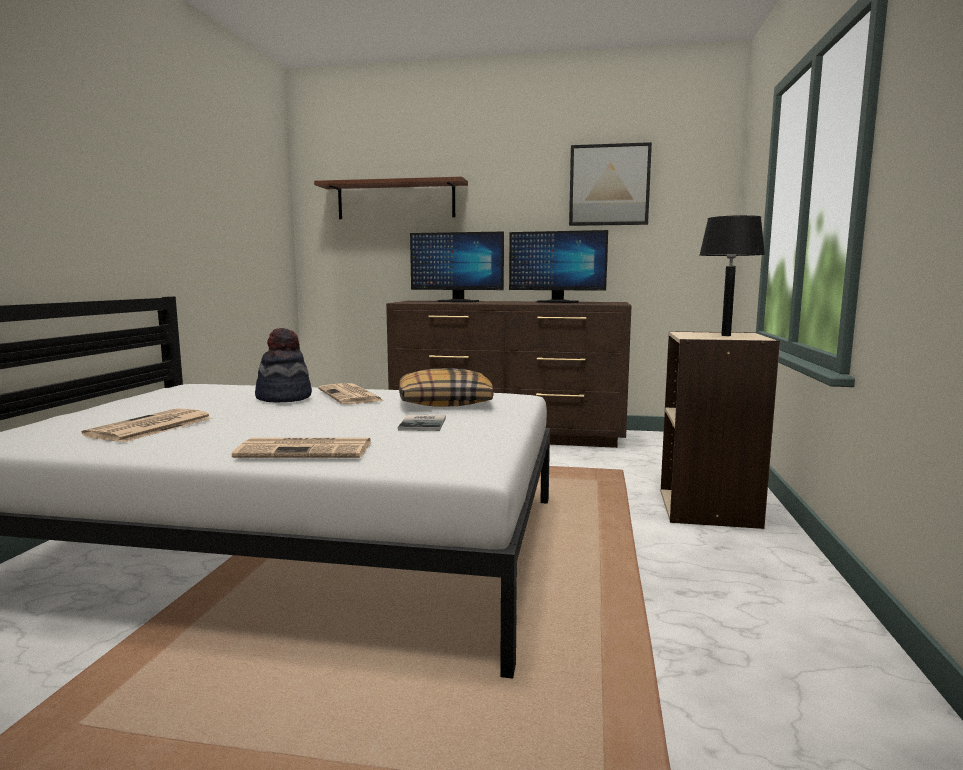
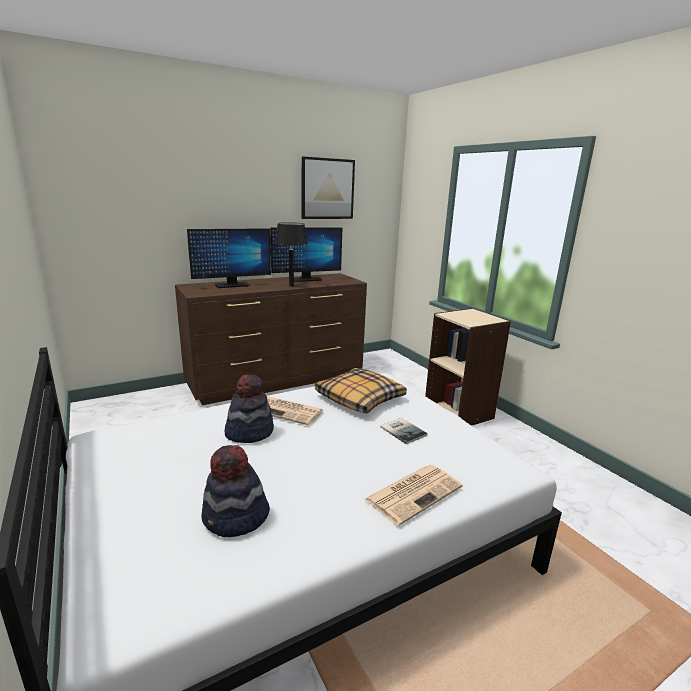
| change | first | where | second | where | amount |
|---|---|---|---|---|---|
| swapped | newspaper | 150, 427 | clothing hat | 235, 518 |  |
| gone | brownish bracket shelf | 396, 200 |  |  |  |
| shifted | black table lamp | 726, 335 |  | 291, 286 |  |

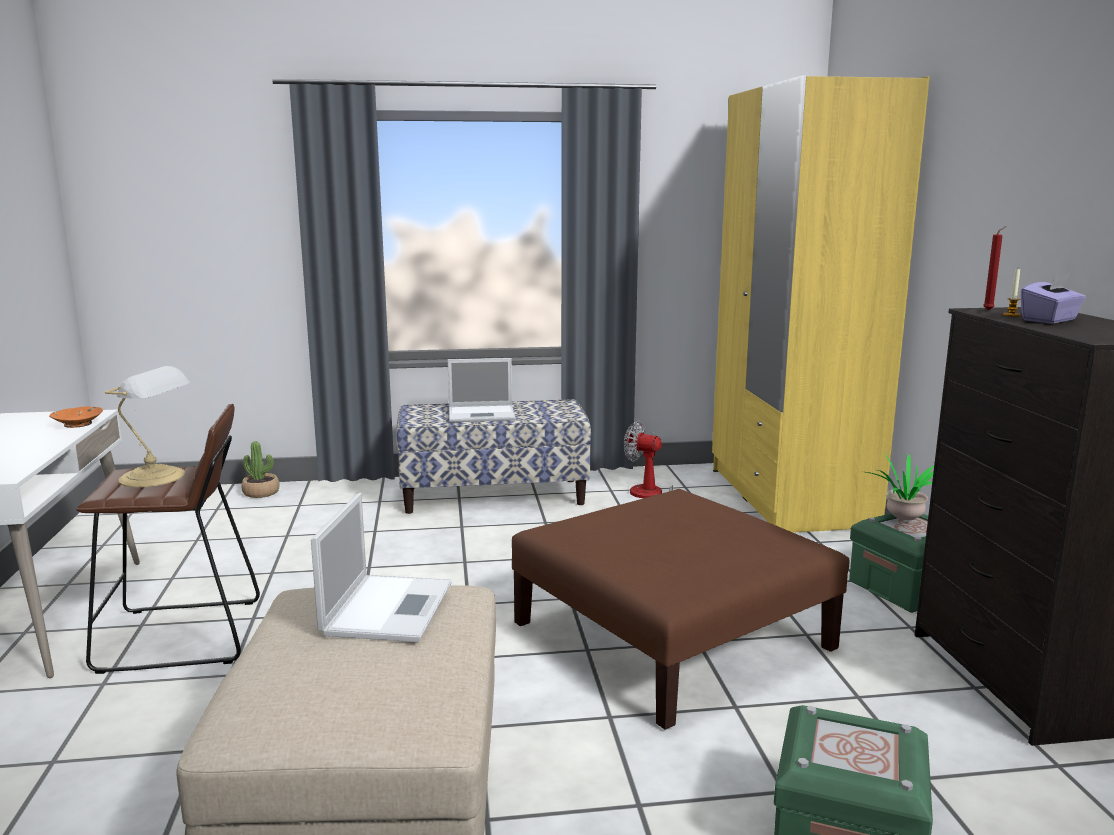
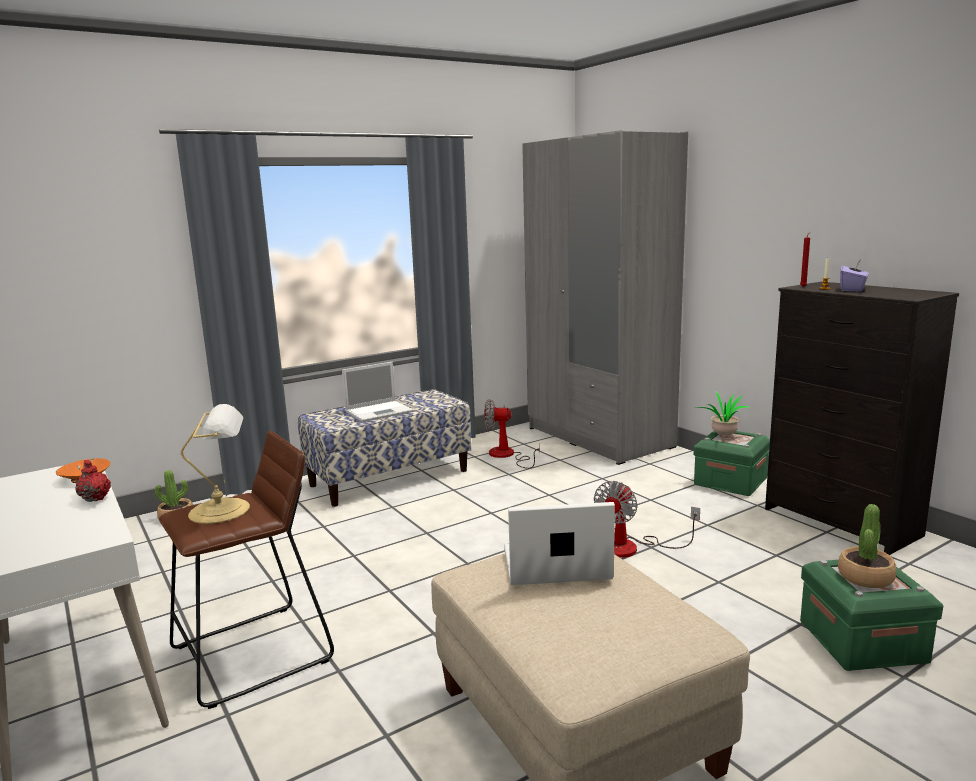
| change | first | where | second | where | amount |
|---|---|---|---|---|---|
| rotated | laptop | 388, 607 |  | 553, 564 | 75 degrees counterclockwise |
| swapped | brownish pouffe | 673, 636 | electric fan | 632, 547 |  |
| repainted | yellow-coloured wardrobe | 789, 497 | grey wardrobe | 599, 437 |  |
| new |  |  | red pot for tea | 95, 498 |  |
| new |  |  | plant in a pot | 865, 577 |  |

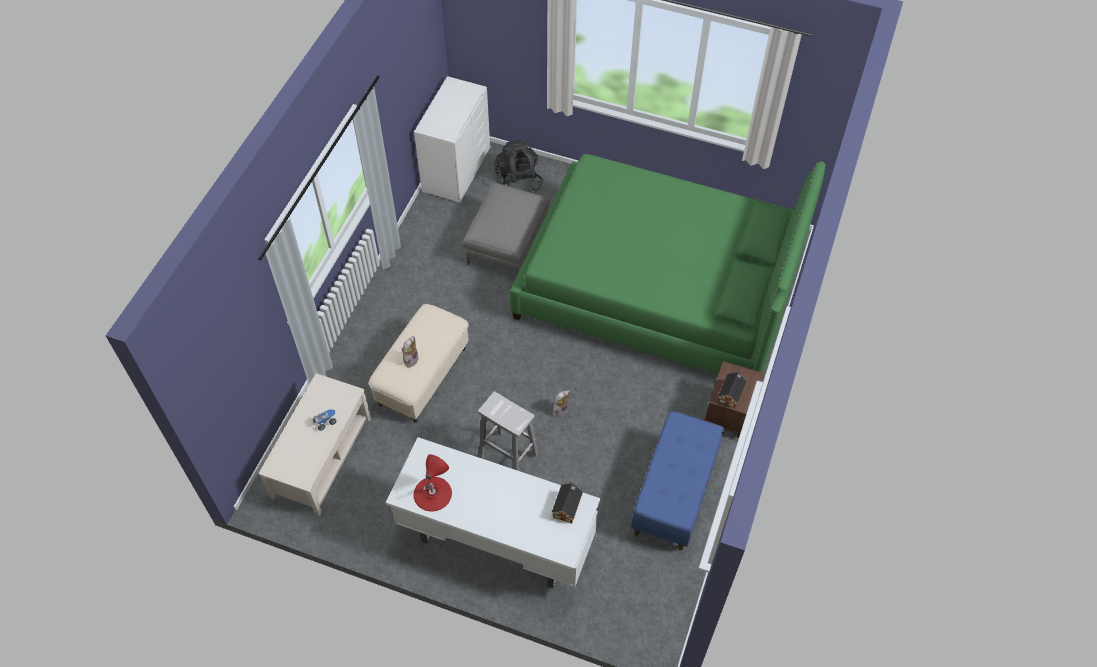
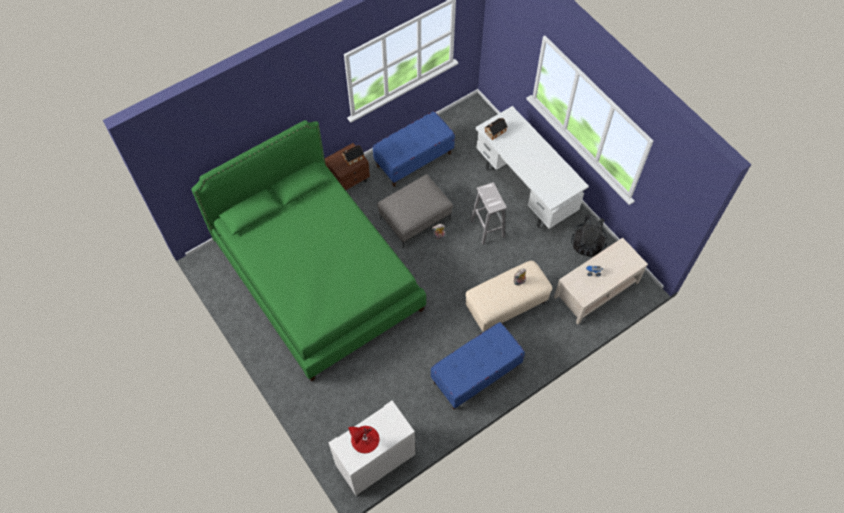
| change | first | where | second | where | amount |
|---|---|---|---|---|---|
| shifted | red table lamp | 432, 493 |  | 365, 439 |  |
| shifted | grey pouffe | 508, 244 |  | 415, 218 |  |
| shifted | black knapsack | 518, 181 |  | 587, 243 |  |
| new |  |  | blue-coloured bench | 476, 374 |  |

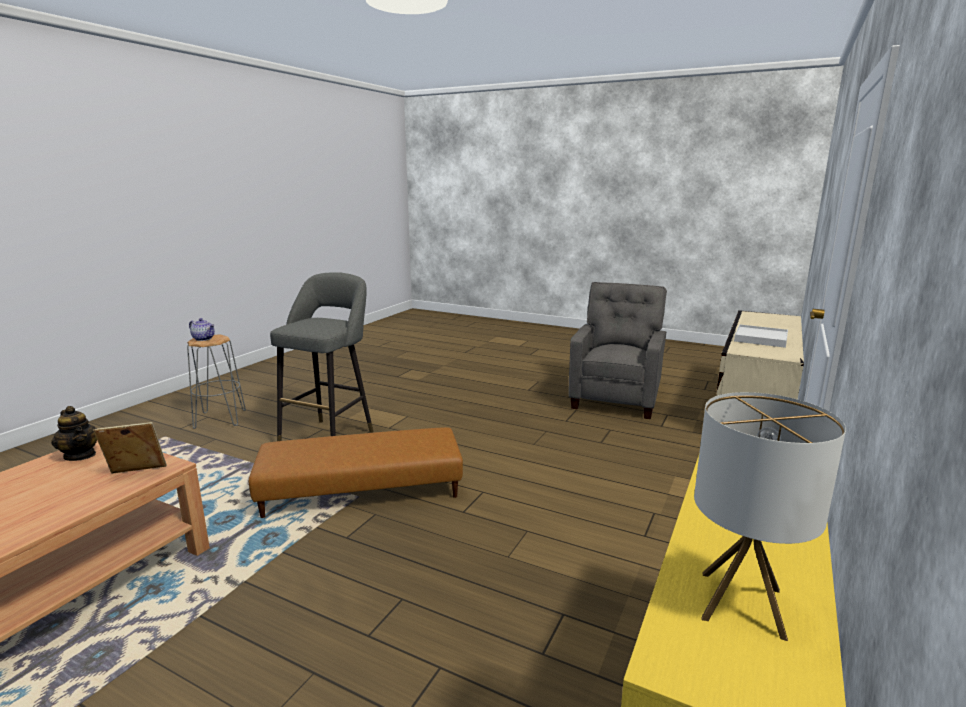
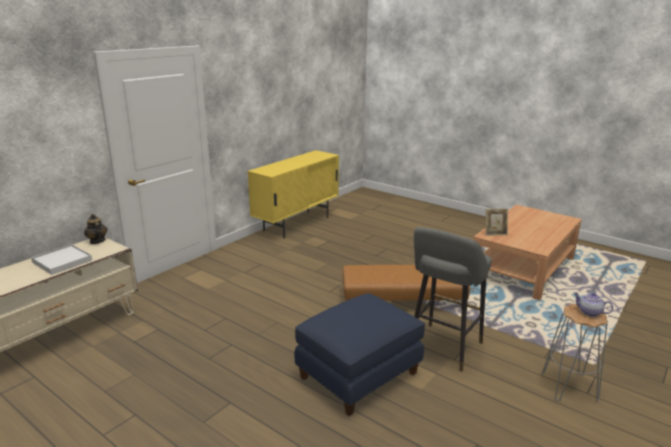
| change | first | where | second | where | amount |
|---|---|---|---|---|---|
| shifted | pot for tea | 80, 455 |  | 97, 241 |  |
| gone | grey armchair | 616, 398 |  |  |  |
| gone | table lamp | 741, 604 |  |  |  |
| new |  |  | blue-coloured pouffe | 358, 374 |  |

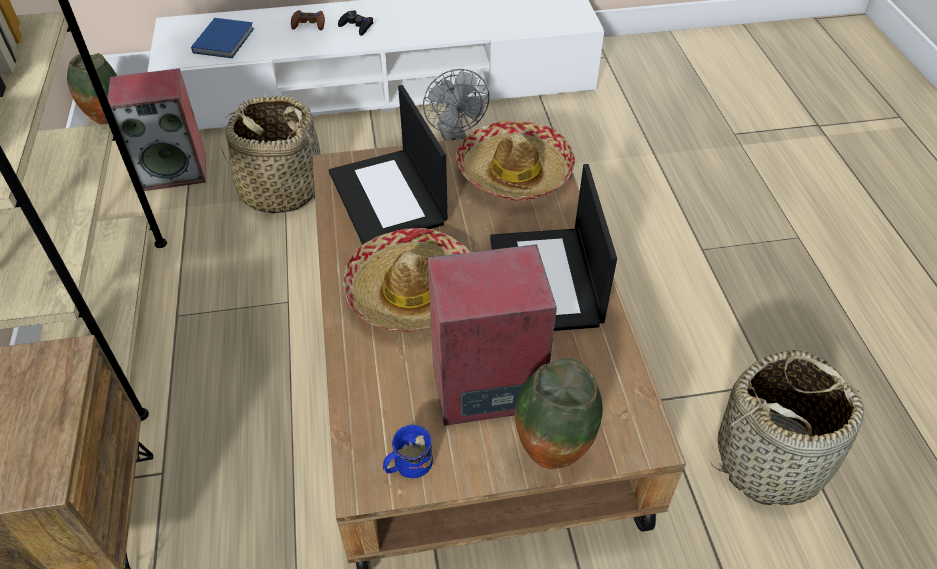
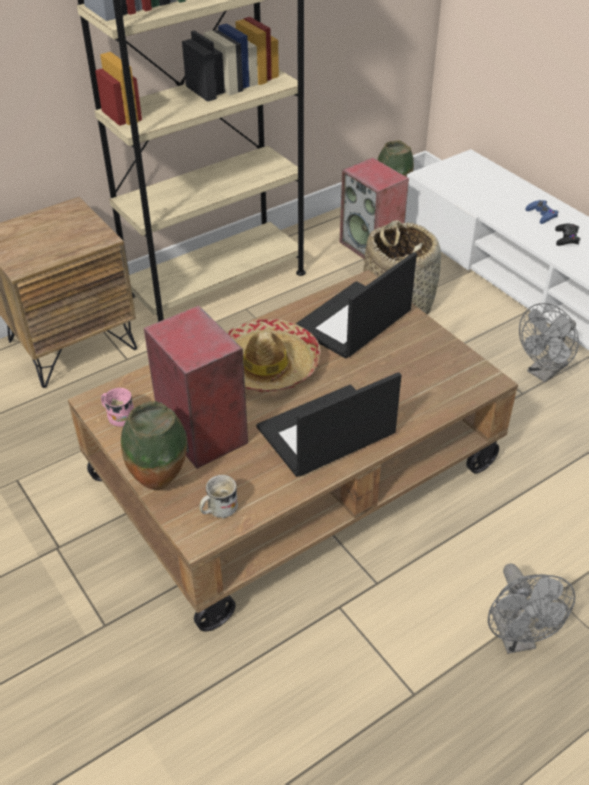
| change | first | where | second | where | amount |
|---|---|---|---|---|---|
| gone | blue-coloured book | 225, 40 |  |  |  |
| repainted | brownish joypad | 309, 24 | blue-coloured joypad | 541, 215 |  |
| repainted | blue-coloured coffee mug | 407, 465 | pinkish coffee mug | 118, 416 |  |
| gone | clothing hat | 514, 173 |  |  |  |
| gone | storage basket | 770, 459 |  |  |  |
| new |  |  | white-coloured coffee mug | 218, 510 |  |
| new |  |  | grey electric fan | 516, 638 |  |

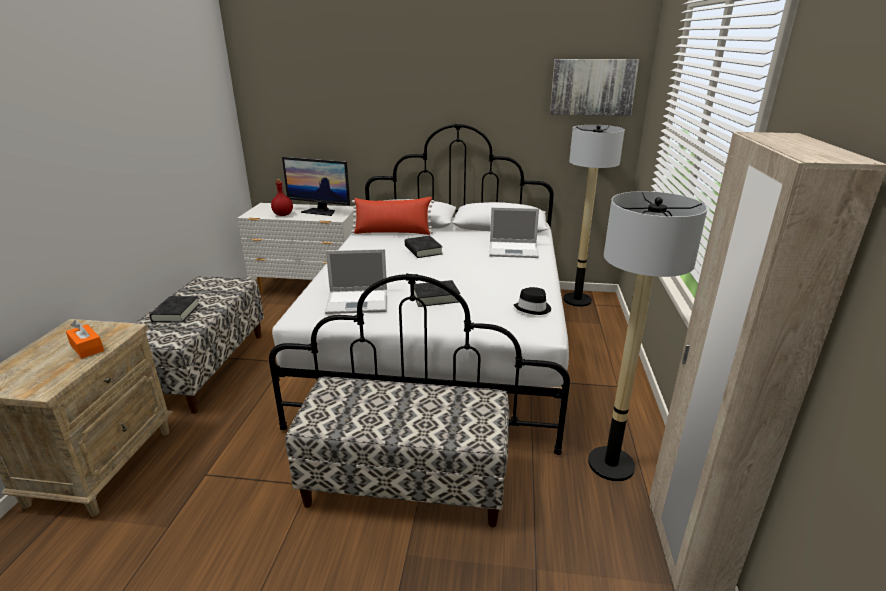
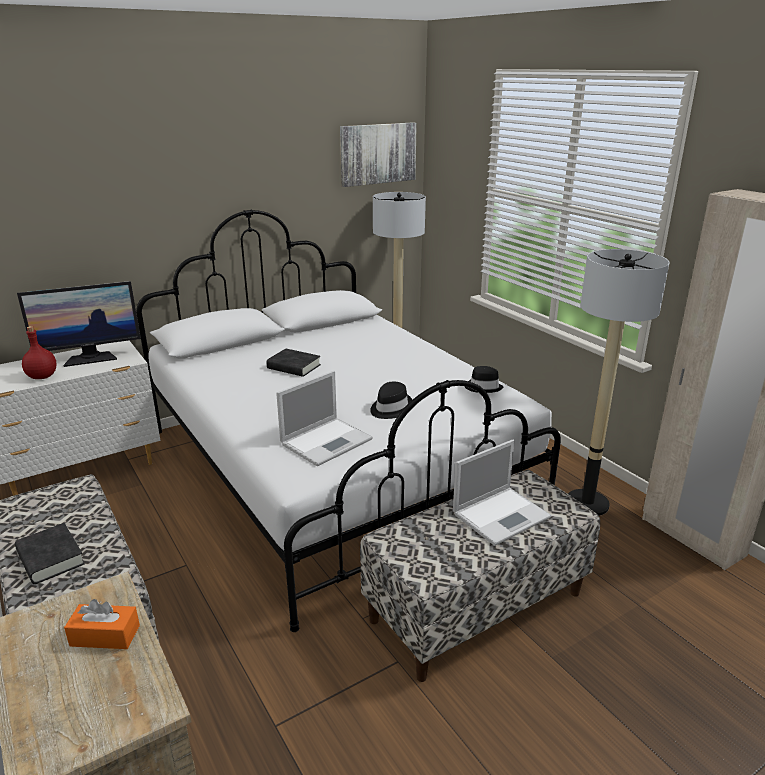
| change | first | where | second | where | amount |
|---|---|---|---|---|---|
| gone | red throw pillow | 393, 232 |  |  |  |
| swapped | black book | 435, 297 | black clothing hat | 390, 408 |  |
| shifted | laptop | 514, 250 |  | 502, 515 |  |

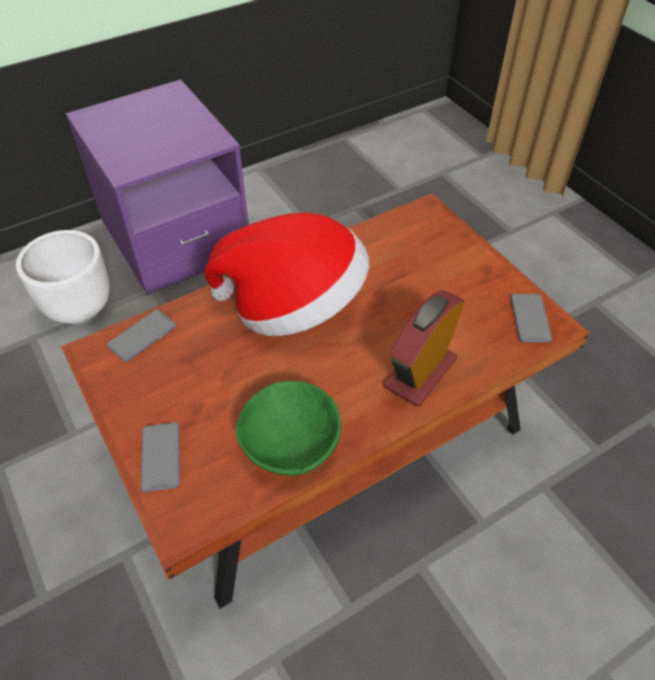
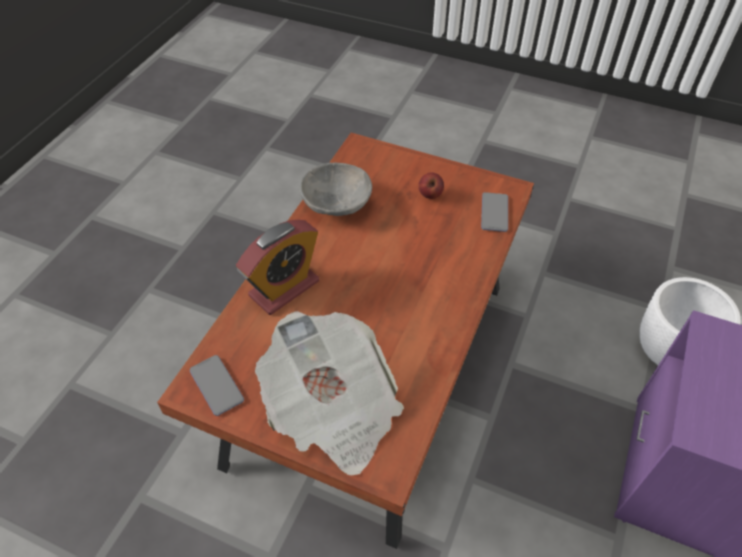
| change | first | where | second | where | amount |
|---|---|---|---|---|---|
| gone | telephone | 161, 457 |  |  |  |
| gone | clothing hat | 294, 305 |  |  |  |
| repainted | greenish serving bowl | 291, 442 | grey serving bowl | 337, 206 |  |
| rotated | alarm clock | 420, 373 |  | 284, 288 | 45 degrees clockwise |
| new |  |  | newspaper | 333, 409 |  |
| new |  |  | apple | 430, 195 |  |

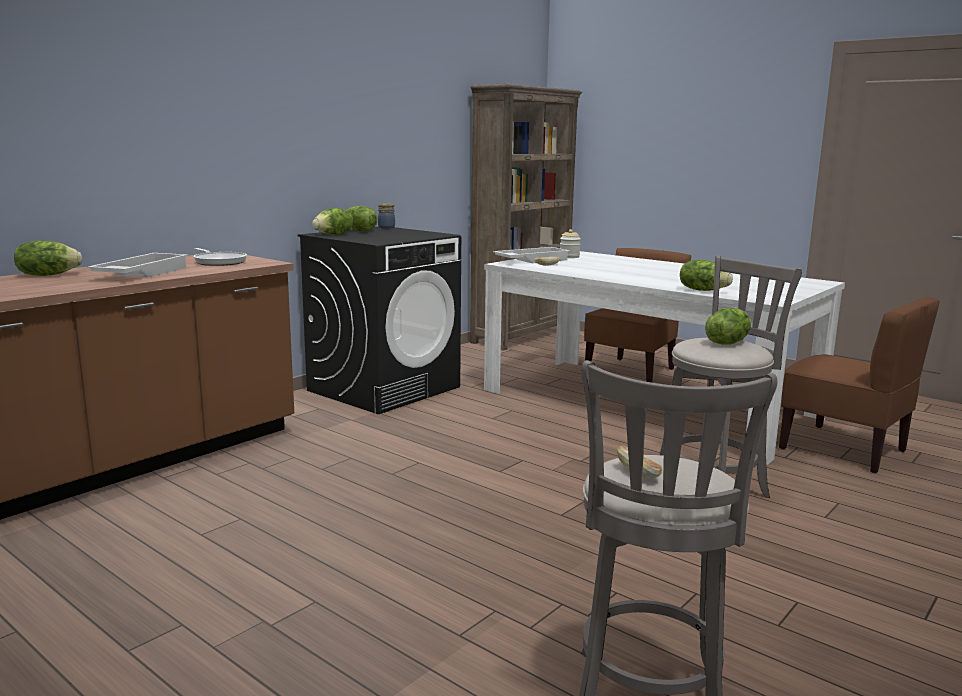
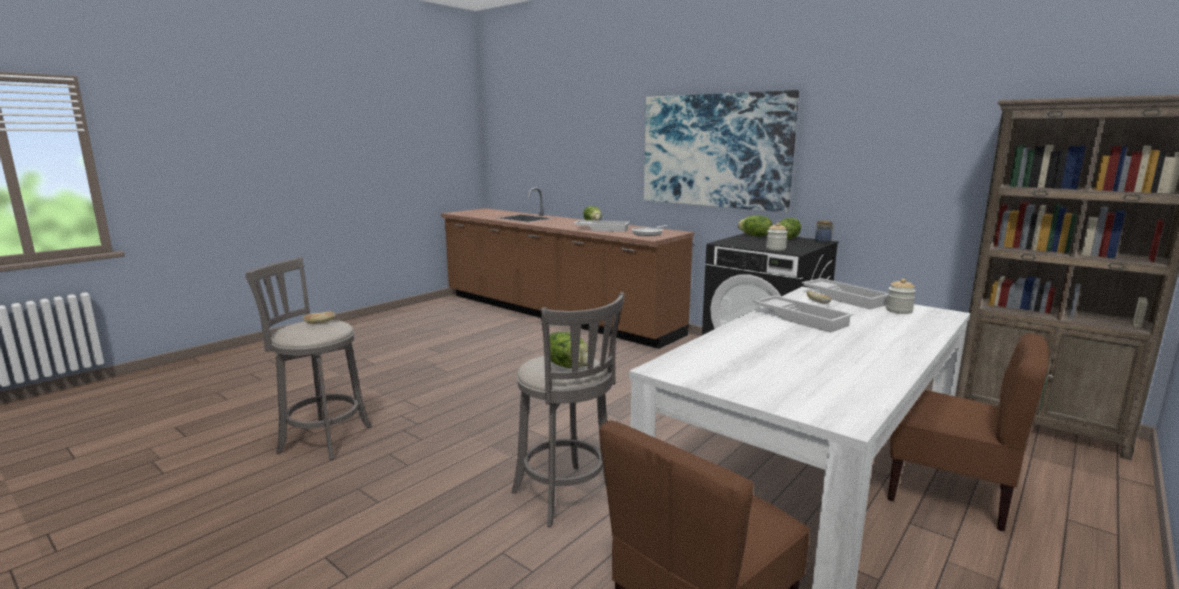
| change | first | where | second | where | amount |
|---|---|---|---|---|---|
| gone | lettuce | 703, 290 |  |  |  |
| new |  |  | wall art | 715, 151 |  |
| new |  |  | white-coloured carrying tray | 802, 318 |  |
| new |  |  | storage jar | 776, 249 |  |

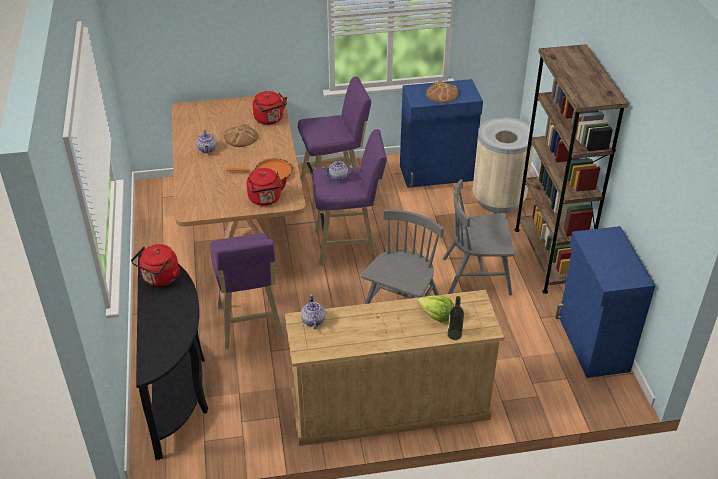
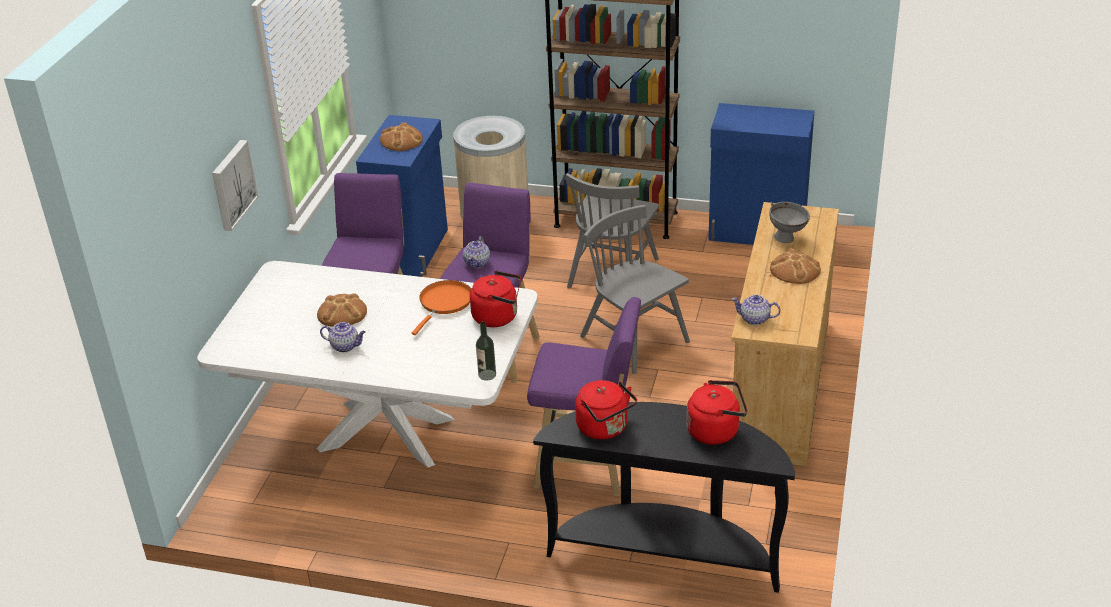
| change | first | where | second | where | amount |
|---|---|---|---|---|---|
| repainted | brownish dining table | 242, 227 | white-coloured dining table | 387, 434 |  |
| shifted | red water kettle | 270, 119 |  | 716, 431 |  |
| swapped | lettuce | 436, 315 | grey serving bowl | 788, 239 |  |
| shifted | beverage bottle | 454, 335 |  | 487, 375 |  |
| new |  |  | wall art | 232, 184 |  |
| new |  |  | bread | 795, 270 |  |

